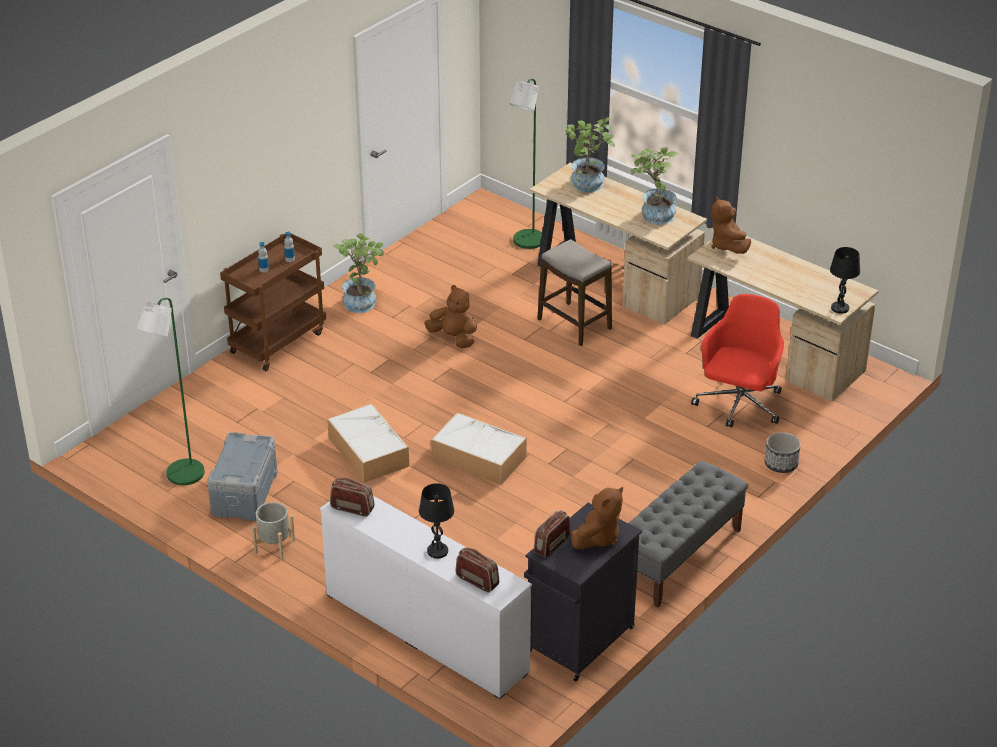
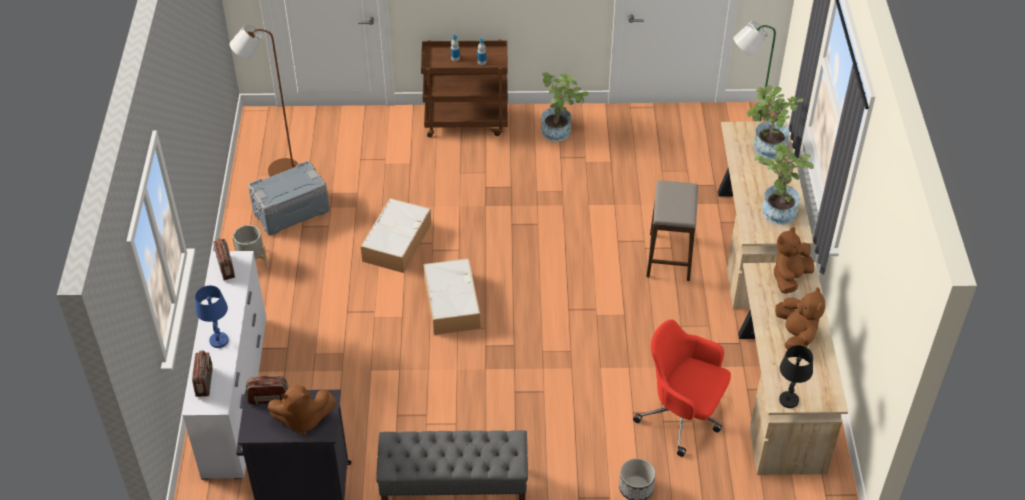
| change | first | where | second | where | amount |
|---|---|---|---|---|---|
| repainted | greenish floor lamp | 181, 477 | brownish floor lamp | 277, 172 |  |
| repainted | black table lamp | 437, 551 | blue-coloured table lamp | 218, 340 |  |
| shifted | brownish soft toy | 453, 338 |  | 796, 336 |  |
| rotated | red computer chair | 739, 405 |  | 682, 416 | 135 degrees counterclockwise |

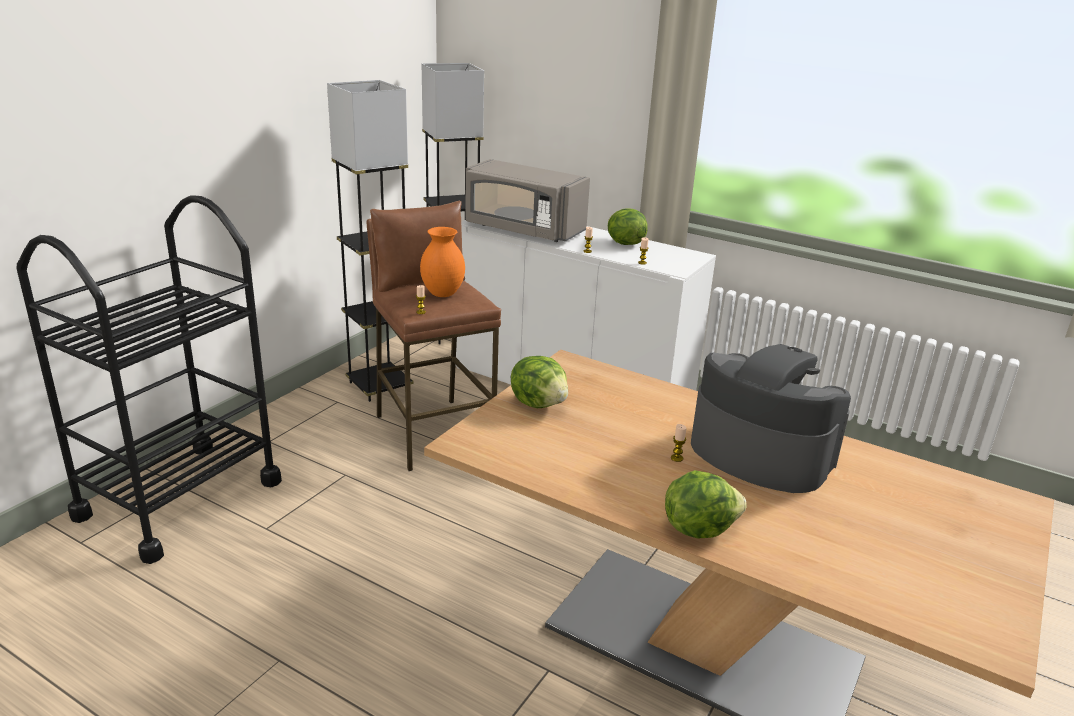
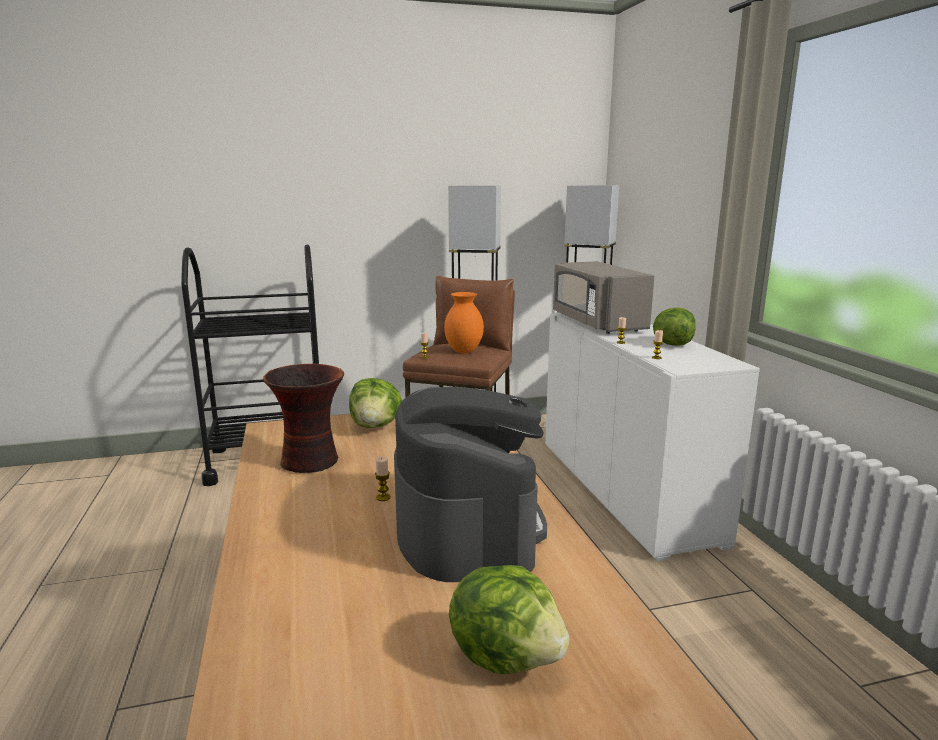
| change | first | where | second | where | amount |
|---|---|---|---|---|---|
| shifted | lettuce | 698, 528 |  | 507, 656 |  |
| new |  |  | decorative vase | 312, 461 |  |

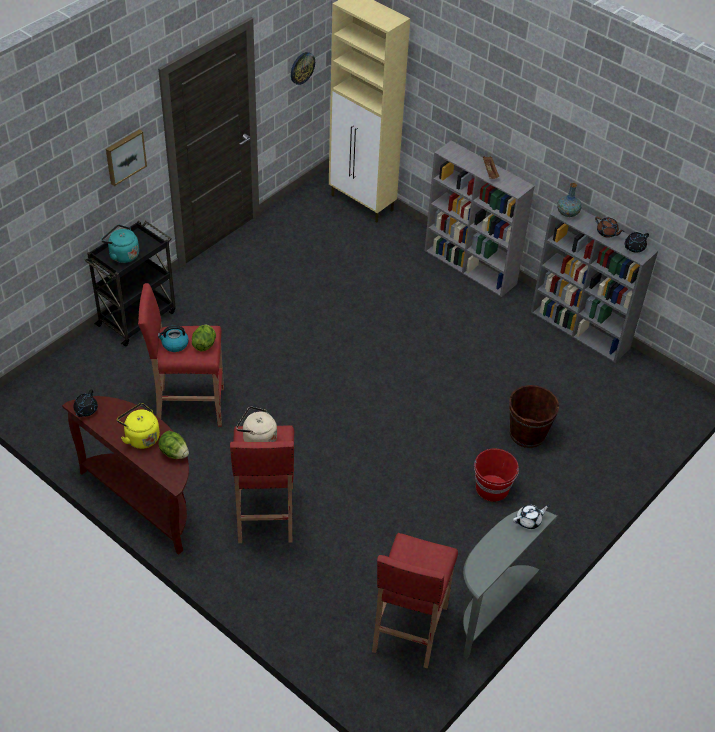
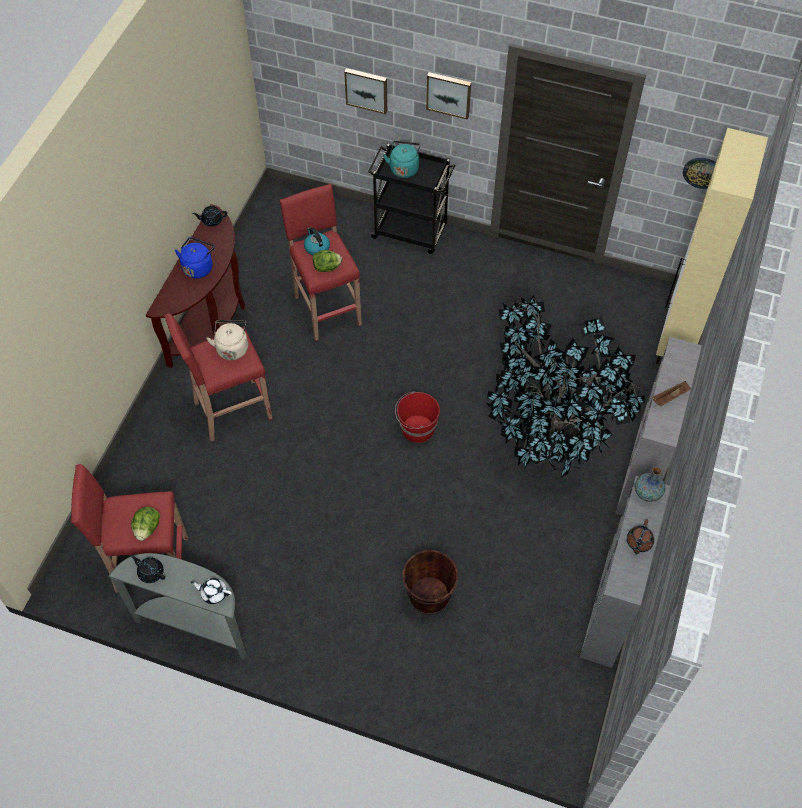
| change | first | where | second | where | amount |
|---|---|---|---|---|---|
| repainted | yellow-coloured water kettle | 140, 437 | blue-coloured water kettle | 198, 267 |  |
| shifted | lettuce | 174, 453 |  | 147, 528 |  |
| shifted | red bucket | 492, 488 |  | 417, 429 |  |
| rotated | white-coloured pot for tea | 529, 521 |  | 213, 593 | 150 degrees clockwise |
| shifted | black pot for tea | 634, 247 |  | 150, 572 |  |
| new |  |  | wall art | 367, 89 |  |
| new |  |  | plant in a pot | 548, 454 |  |

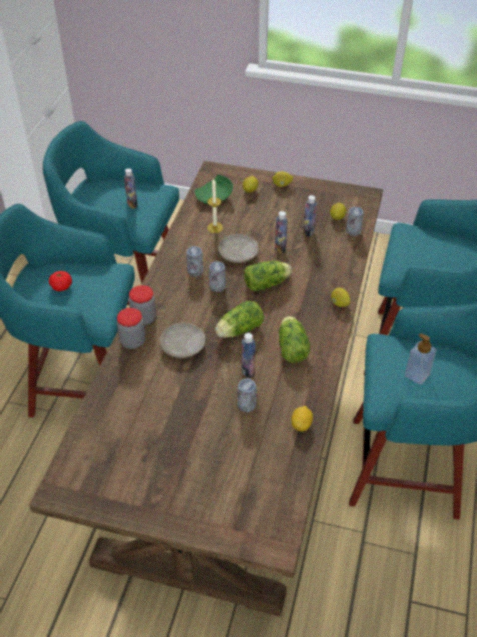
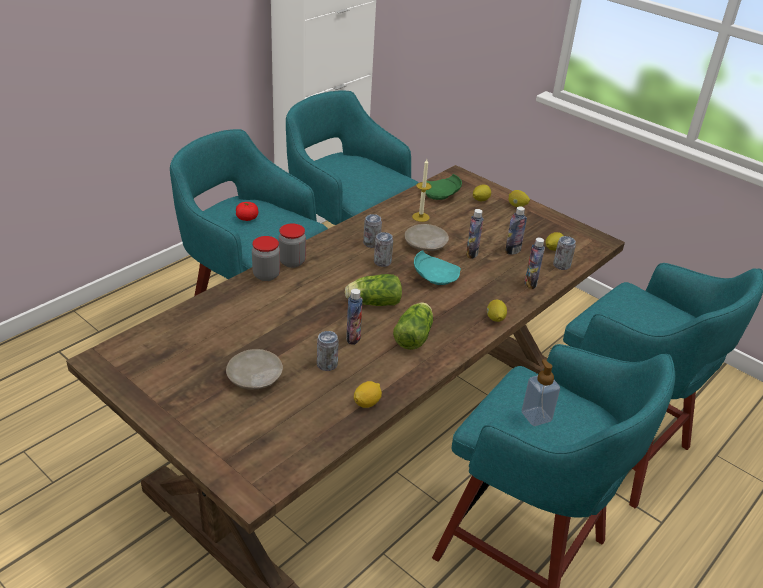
| change | first | where | second | where | amount |
|---|---|---|---|---|---|
| shifted | beverage bottle | 132, 204 |  | 530, 283 |  |
| shifted | sand-coloured dinner plate | 183, 346 |  | 254, 377 |  |
| swapped | lettuce | 268, 283 | turquoise-coloured dinner plate | 435, 277 |  |

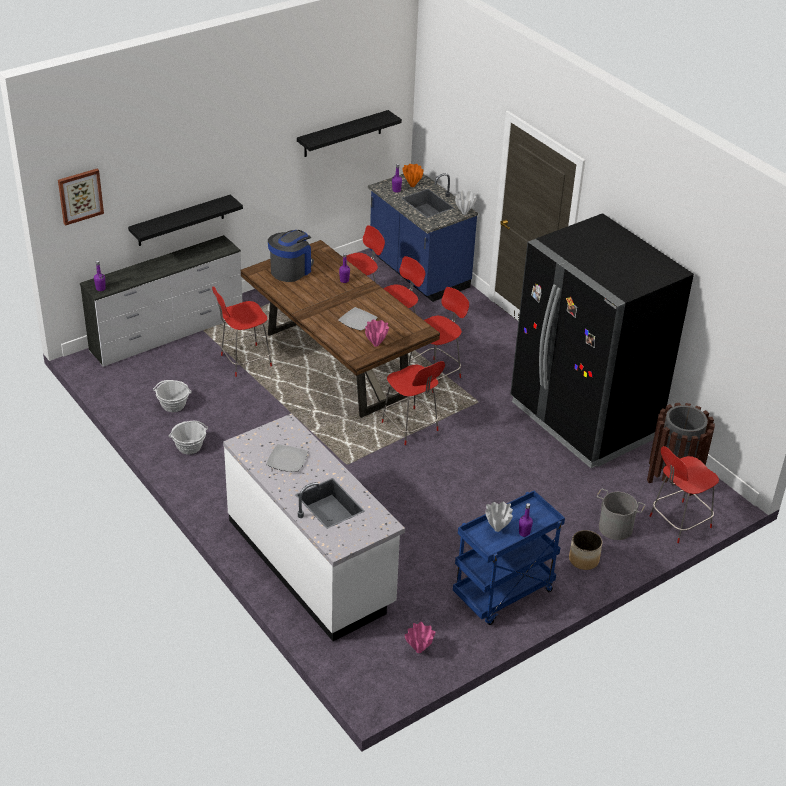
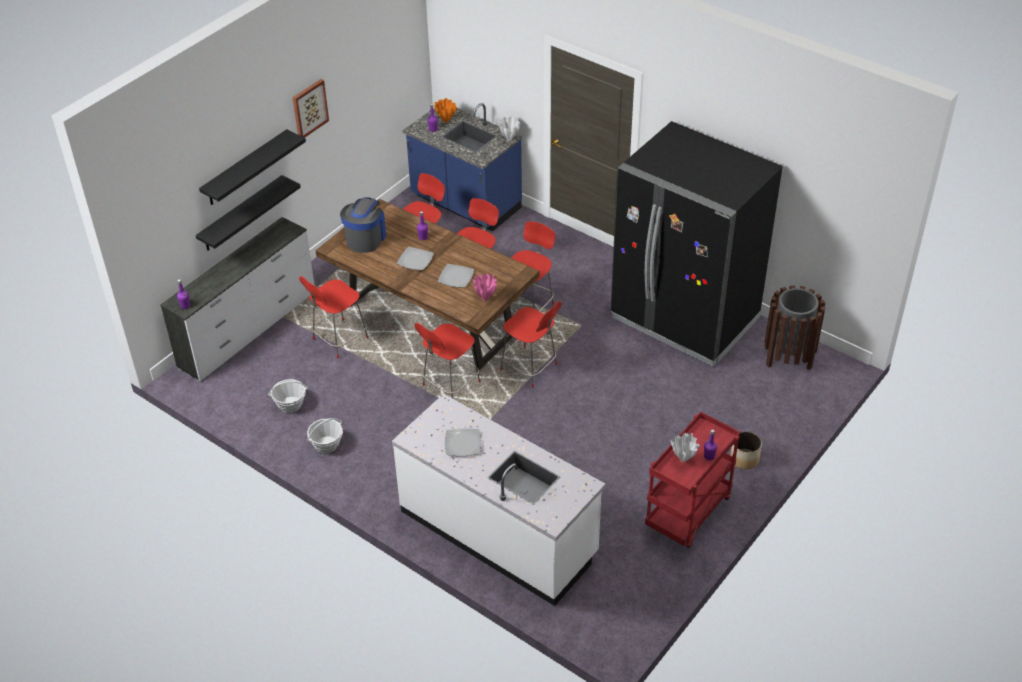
| change | first | where | second | where | amount |
|---|---|---|---|---|---|
| shifted | wall art | 80, 196 |  | 309, 108 |  |
| shifted | black bracket shelf | 343, 134 |  | 245, 168 |  |
| gone | pinkish decorative vase | 419, 650 |  |  |  |
| repainted | blue-coloured wheeled cart | 503, 595 | red wheeled cart | 688, 514 |  |
| gone | grey bucket | 615, 528 |  |  |  |
| shifted | red chair | 678, 522 |  | 450, 385 |  |
| new |  |  | dinner plate | 415, 260 |  |

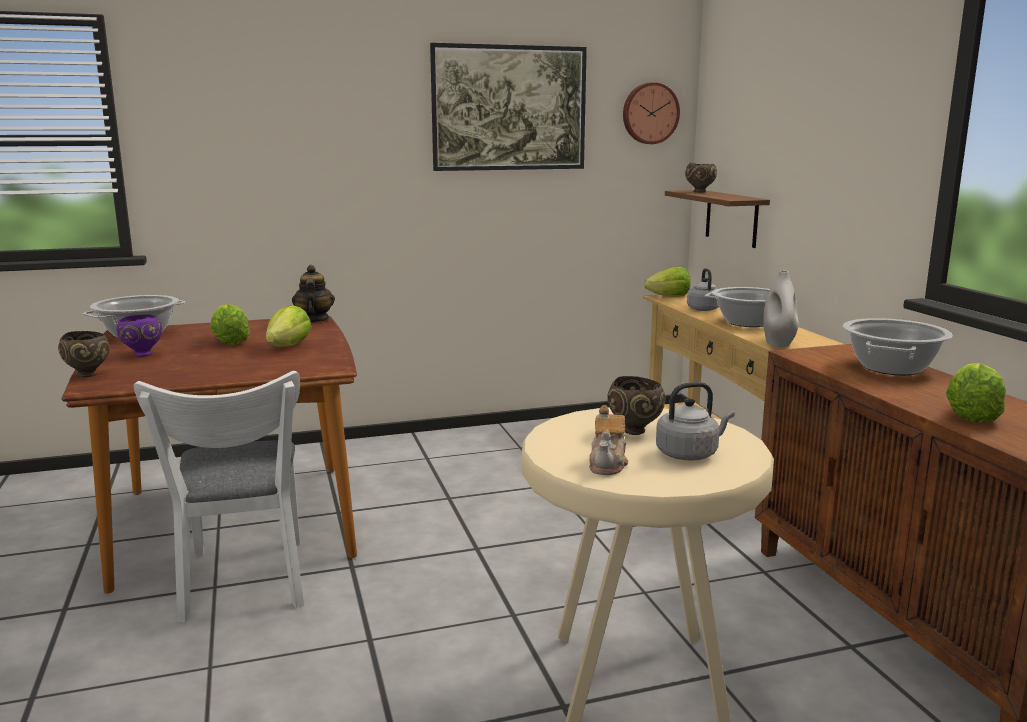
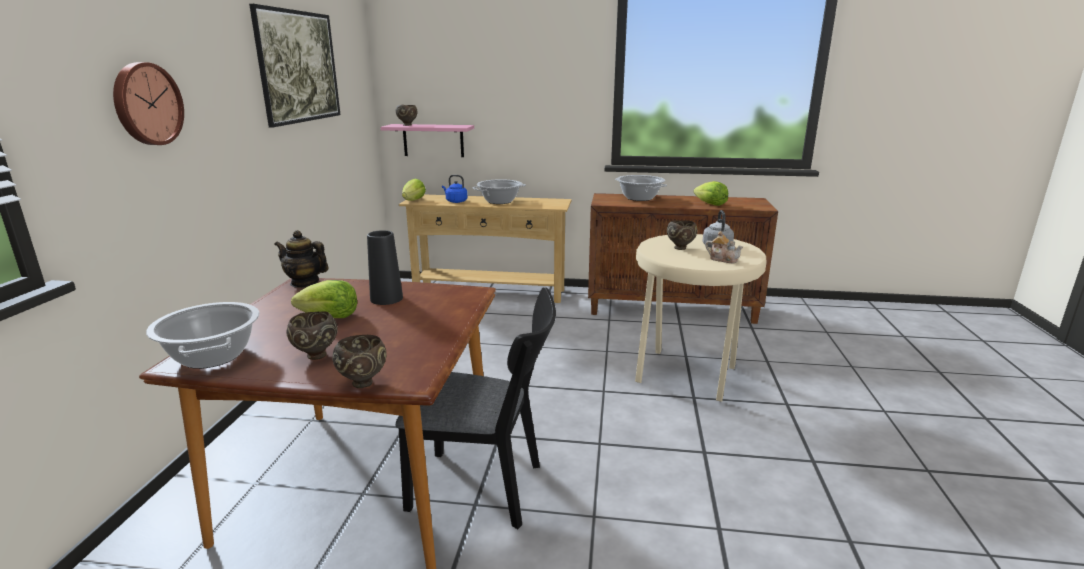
| change | first | where | second | where | amount |
|---|---|---|---|---|---|
| repainted | purple-coloured serving bowl | 142, 354 | brownish serving bowl | 315, 356 |  |
| repainted | white-coloured chair | 244, 585 | black chair | 486, 488 |  |
| swapped | lettuce | 288, 346 | black decorative vase | 386, 298 |  |
| shifted | clock on the wall | 649, 113 |  | 146, 104 |  |
| repainted | brownish bracket shelf | 731, 218 | pinkish bracket shelf | 433, 140 |  |
| repainted | grey water kettle | 702, 309 | blue-coloured water kettle | 455, 201 |  |
| gone | white-coloured decorative vase | 778, 343 |  |  |  |

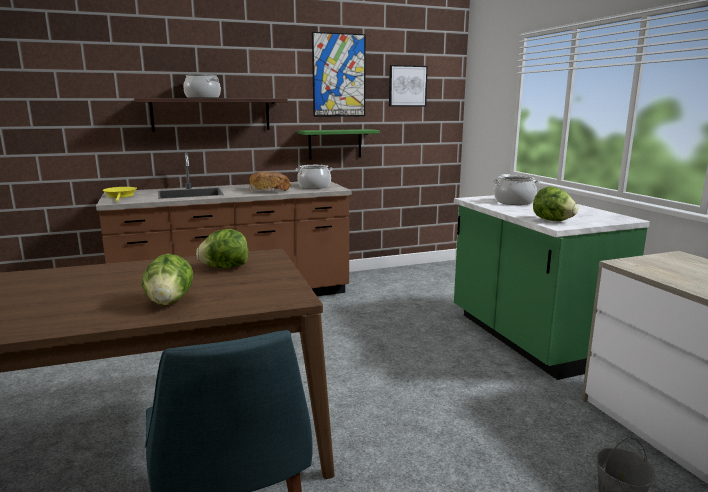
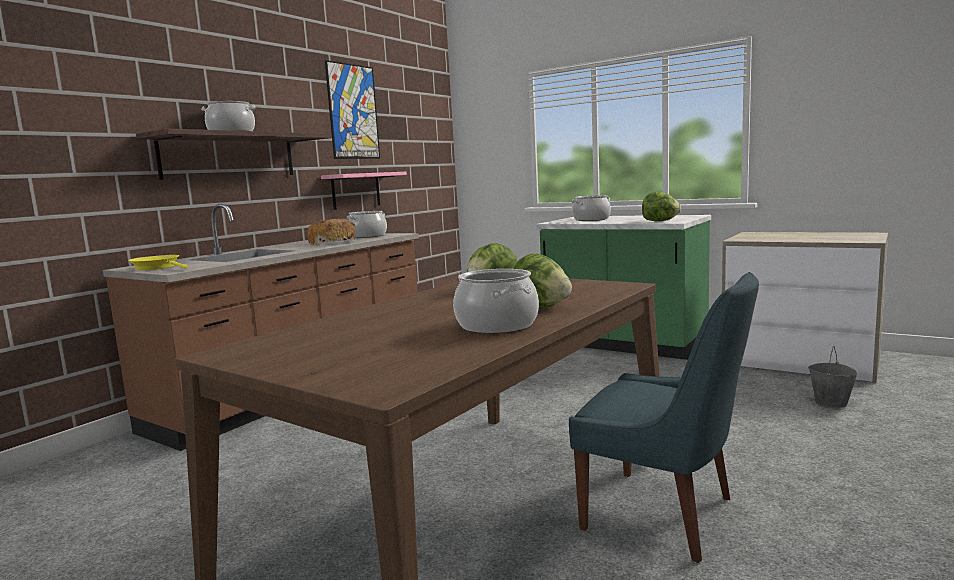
| change | first | where | second | where | amount |
|---|---|---|---|---|---|
| repainted | greenish bracket shelf | 335, 144 | pinkish bracket shelf | 356, 190 |  |
| gone | wall art | 407, 86 |  |  |  |
| new |  |  | cooking pot | 497, 325 |  |

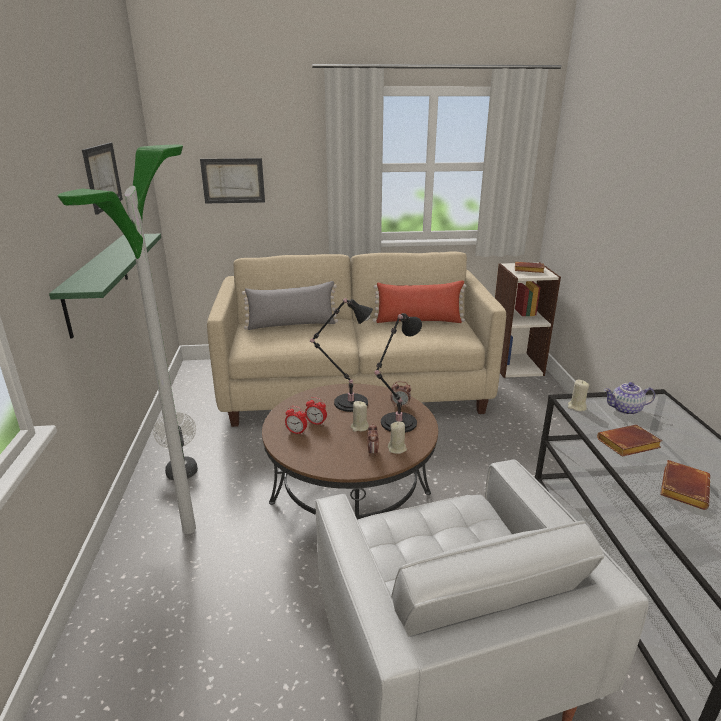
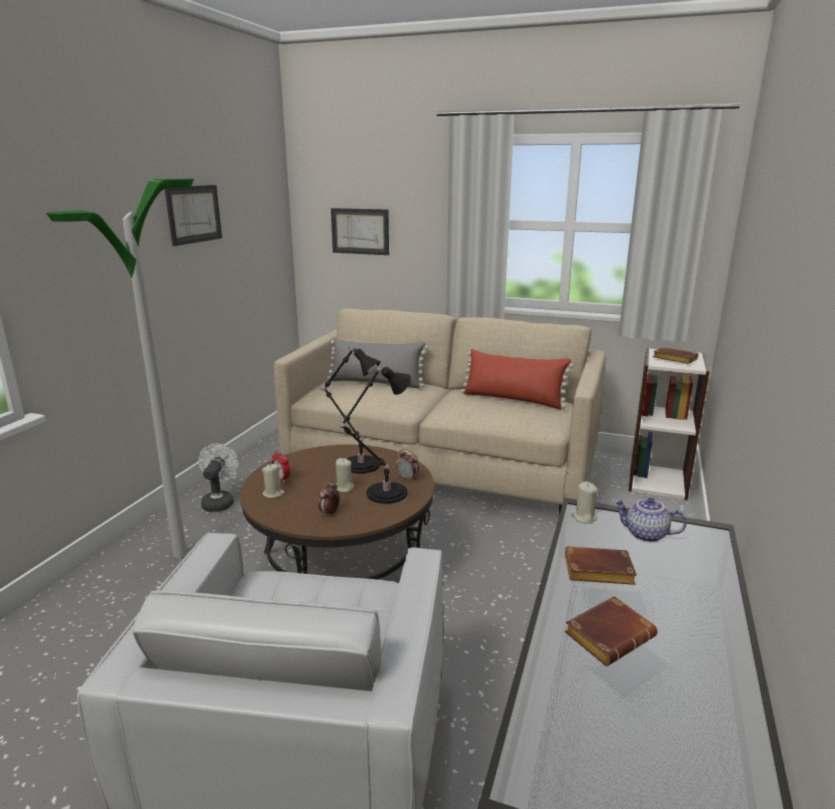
| change | first | where | second | where | amount |
|---|---|---|---|---|---|
| gone | greenish bracket shelf | 97, 282 |  |  |  |
| gone | alarm clock | 316, 423 |  |  |  |
| shifted | sand-coloured wax candle | 397, 449 |  | 273, 494 |  |

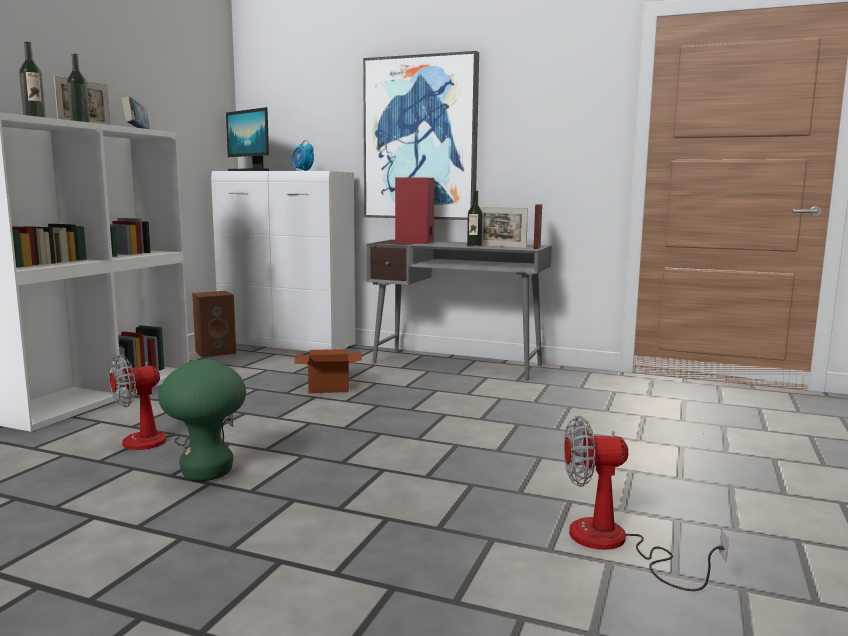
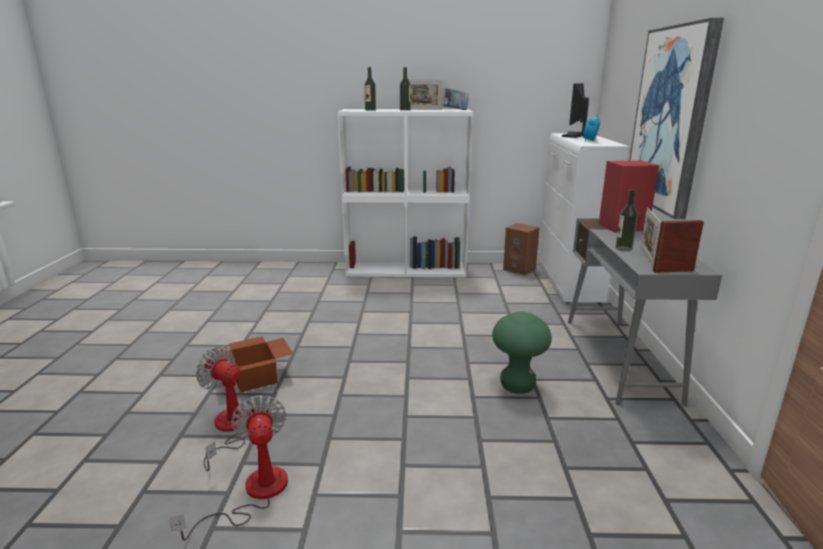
| change | first | where | second | where | amount |
|---|---|---|---|---|---|
| shifted | electric fan | 158, 444 |  | 229, 429 |  |
| shifted | greenish stool | 207, 473 |  | 517, 386 |  |
| shifted | packing box | 329, 386 |  | 256, 378 |  |

